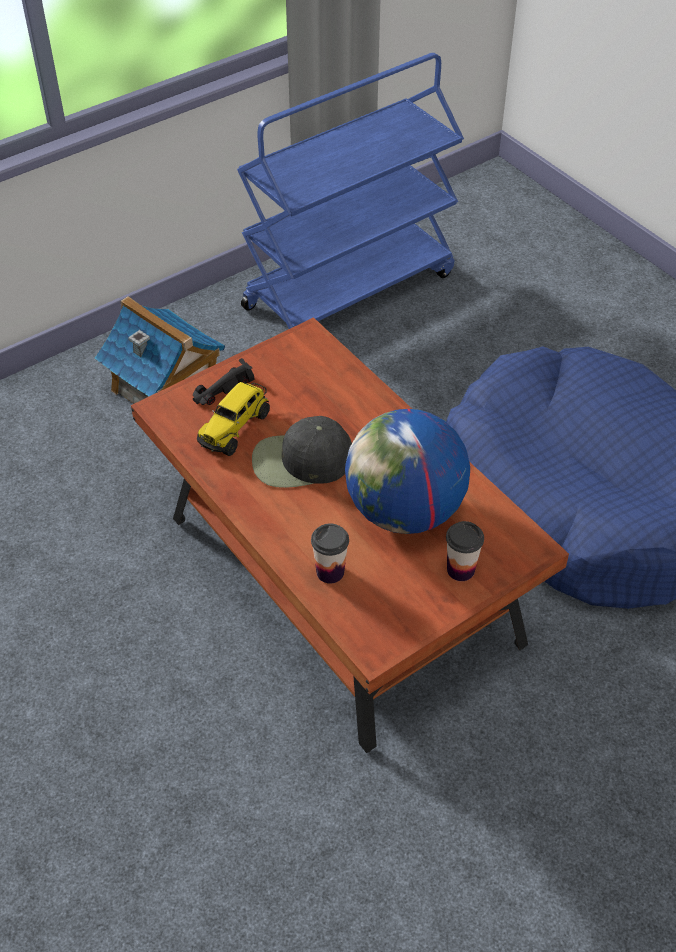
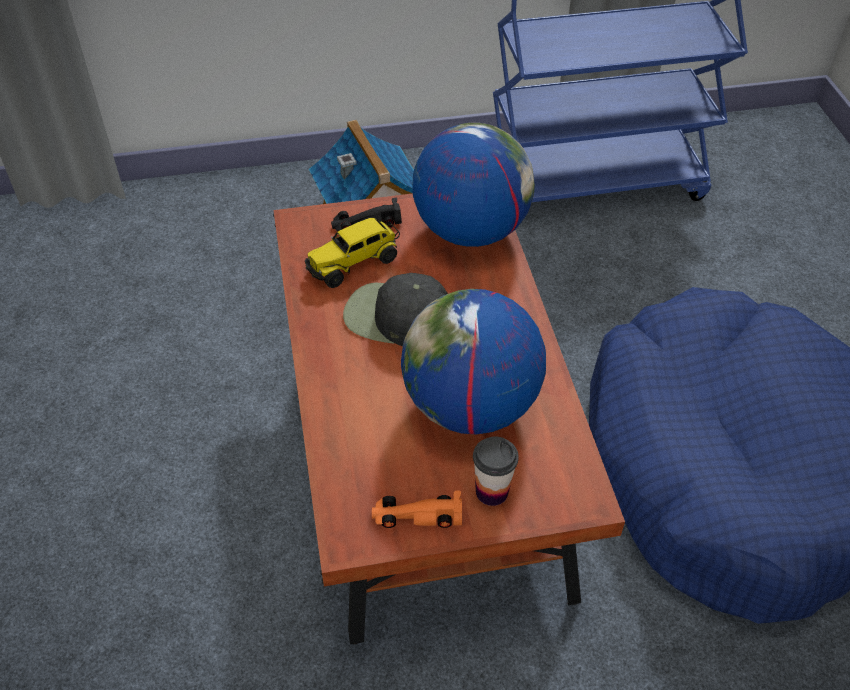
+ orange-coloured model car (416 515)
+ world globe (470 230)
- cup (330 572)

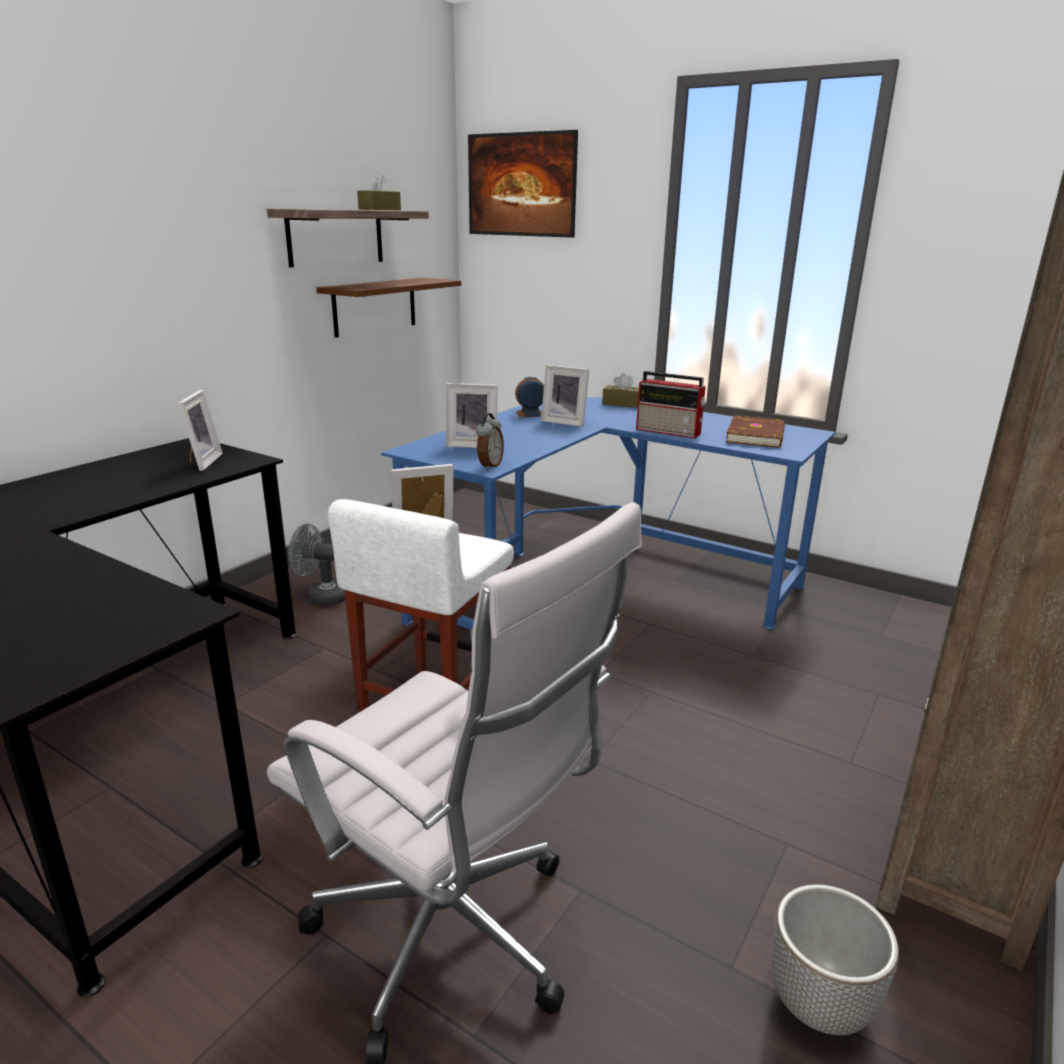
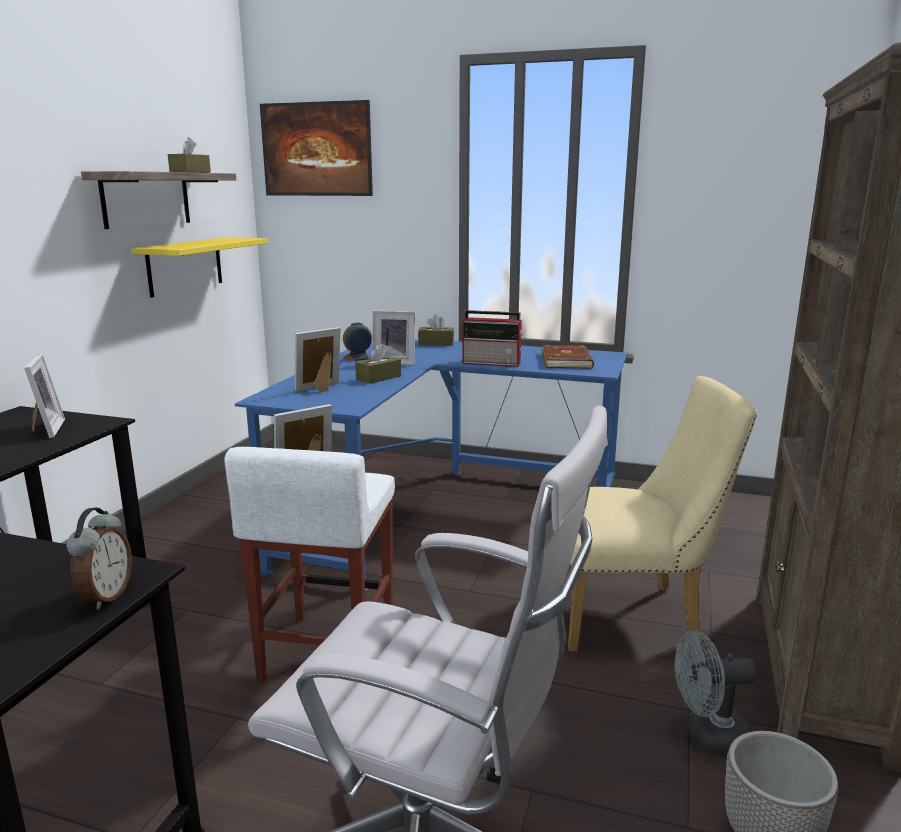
~ alarm clock (489 466) to (105 597)
~ brownish shelf (375 306) to yellow shelf (185 266)
~ photo frame (472 445) = (321 389) 150 degrees clockwise
+ brownish tissue box (378 378)
+ sand-coloured plain chair (634 617)
~ grey cooling fan (321 597) to (708 737)

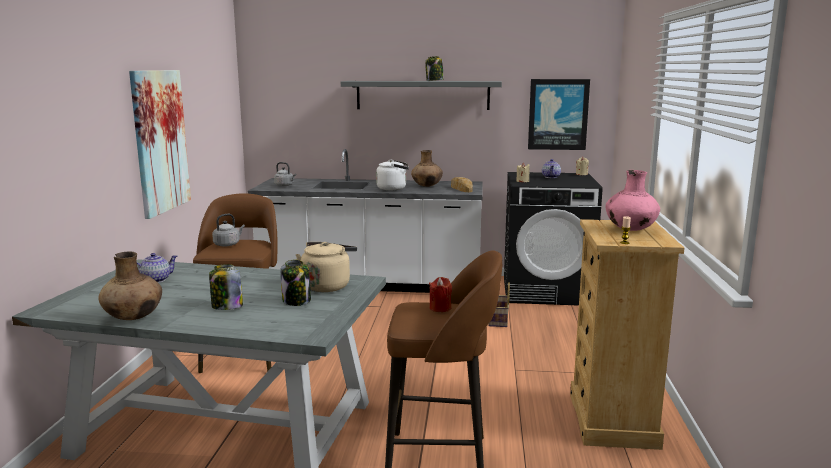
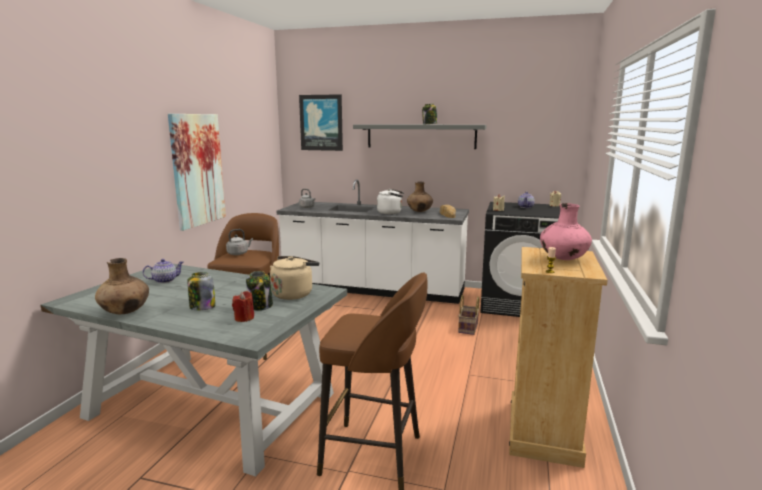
~ red wax candle (440 308) to (244 318)
~ wall art (558 114) to (321 122)

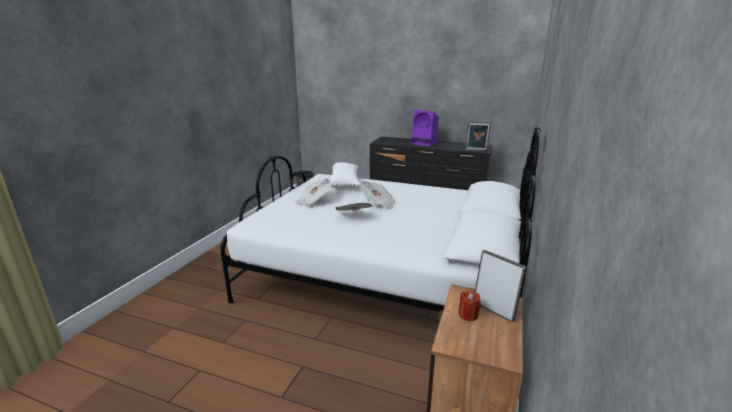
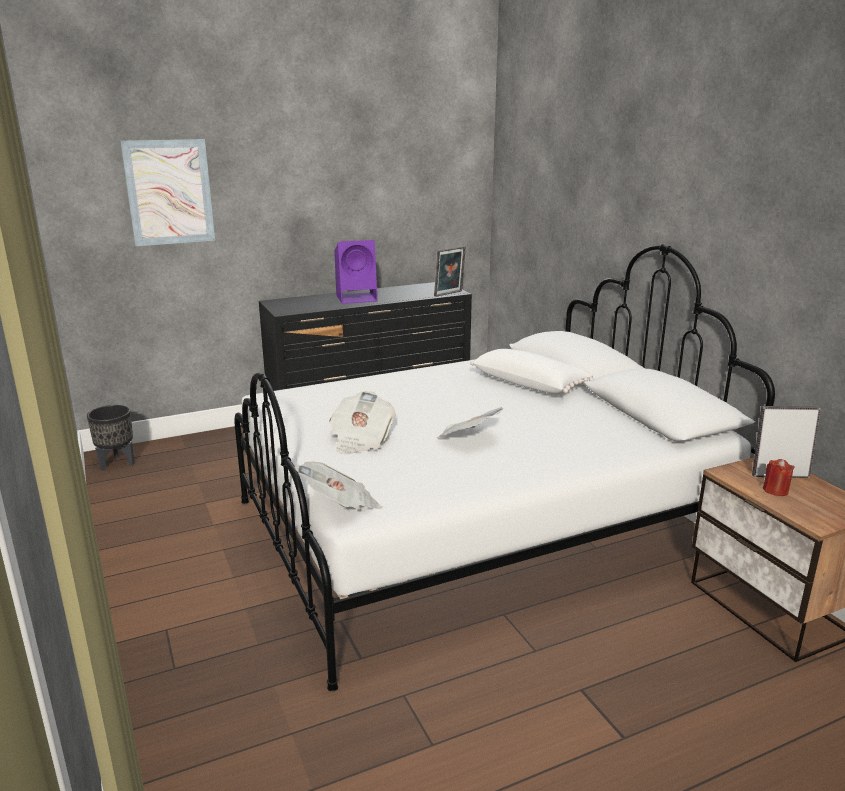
+ wall art (169 192)
~ daily paper (378 204) to (340 506)
~ whitish cushion (345 183) to (530 384)

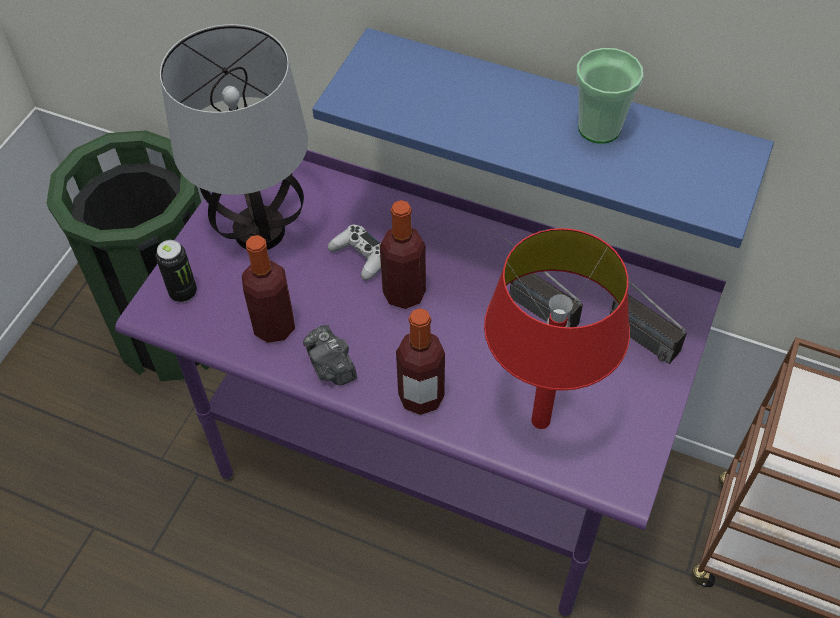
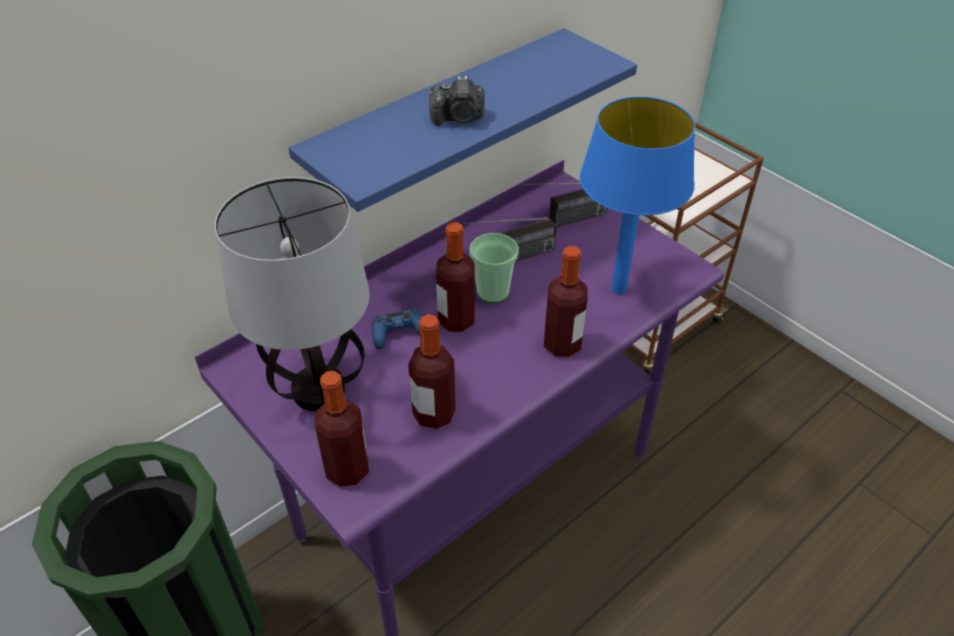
~ metal can (183 292) to drink bottle (347 470)
~ whitish joypad (361 256) to blue-coloured joypad (399 333)
~ photo camera (331 367) to (459 118)
~ cup (599 128) to (493 292)
~ red lamp for a table (541 421) to blue-coloured lamp for a table (619 289)

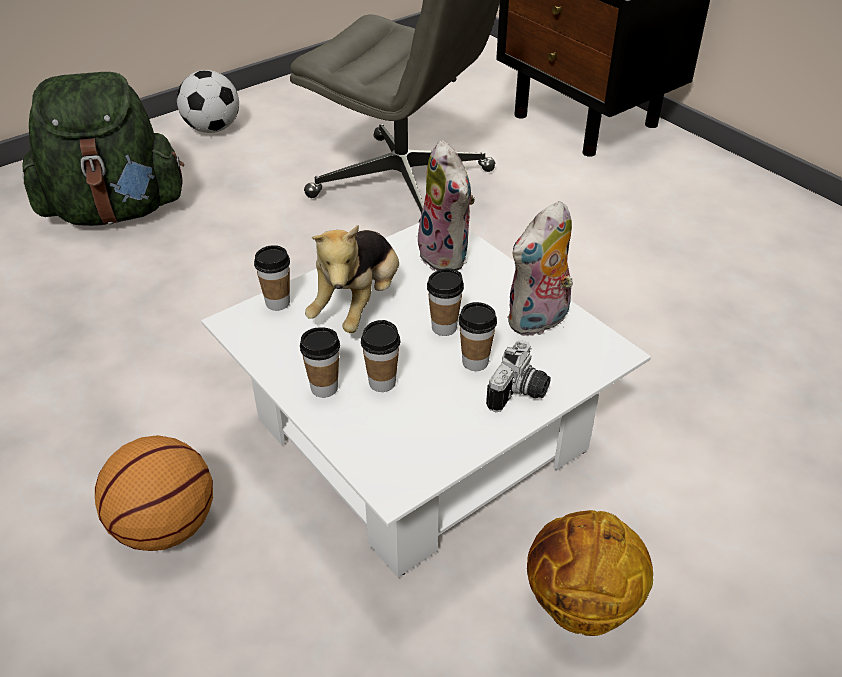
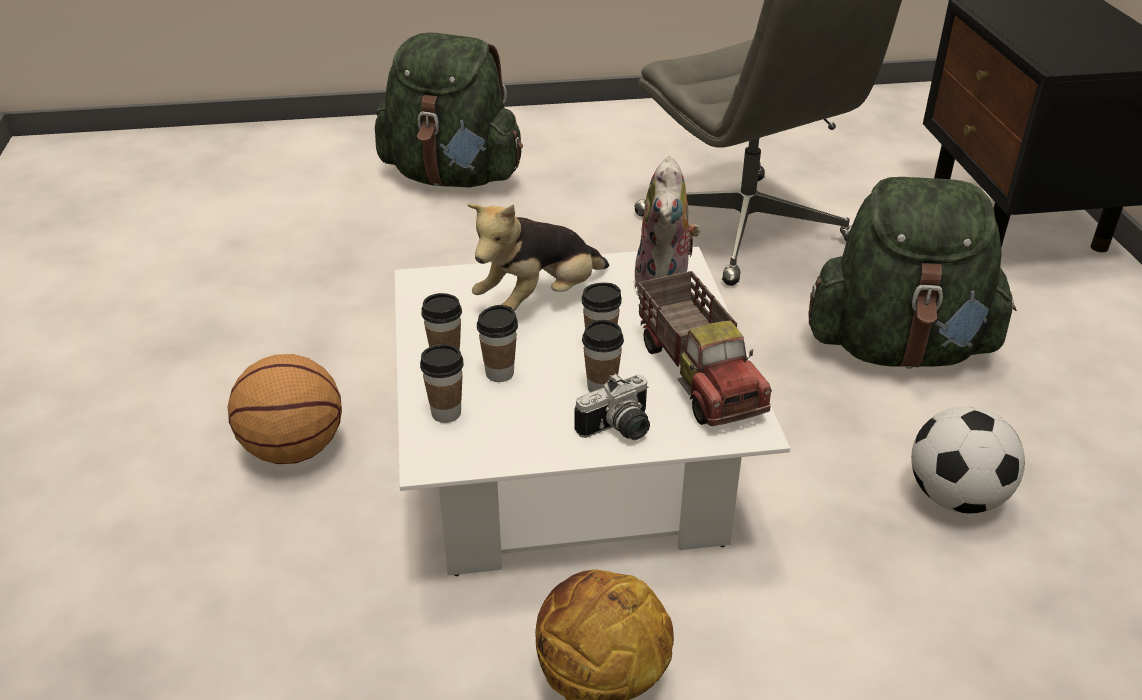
~ cup (277 303) to (446 413)
~ soft toy (538 322) to model truck (699 375)
+ green-coloured knapsack (899 348)
~ ball for football (213 129) to (956 497)

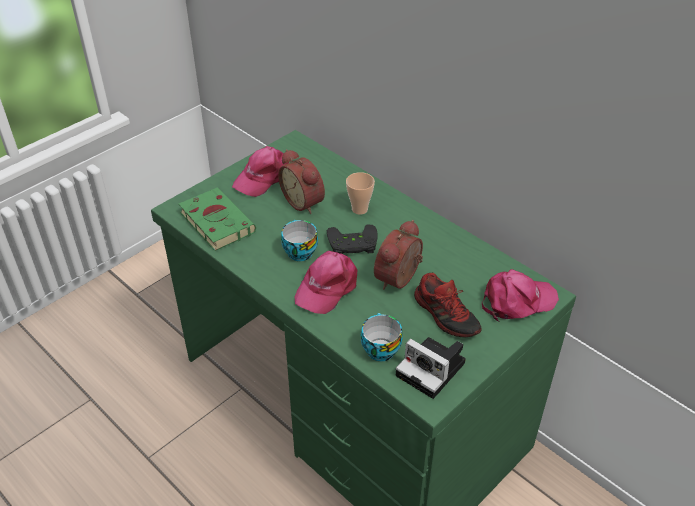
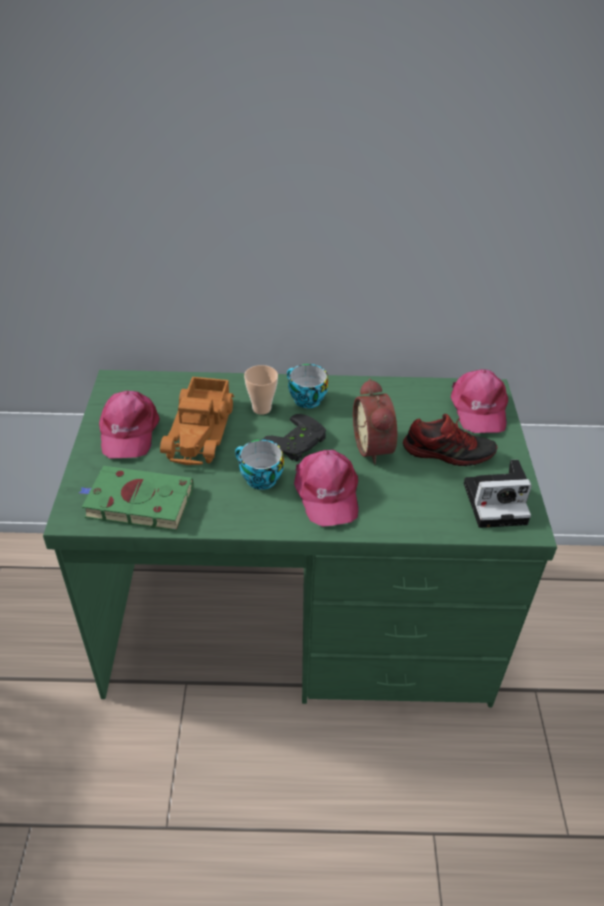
~ alarm clock (304 201) to model truck (202 430)
~ cup (379 348) to (305 399)
~ pinkish cap (517 301) = (478 408) 150 degrees clockwise

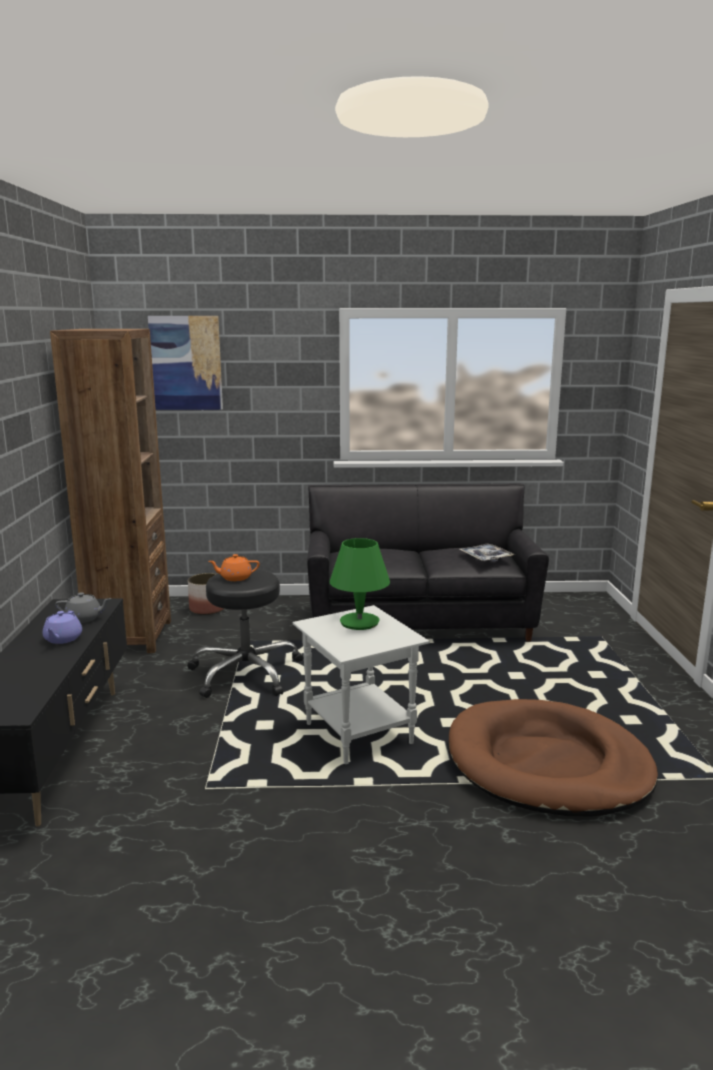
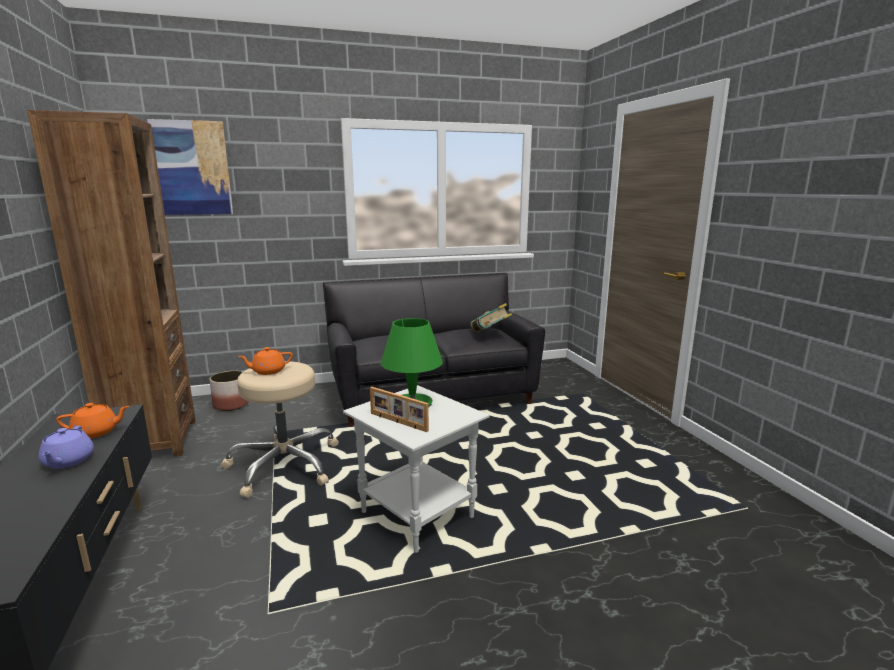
~ grey tea pot (84 618) to orange-coloured tea pot (96 432)
~ black-coloured stool seat (245 673) to sand-coloured stool seat (284 465)
+ photo frame (398 422)
~ carrying tray (486 557) to book (490 335)
- brownish pet bed (547 764)

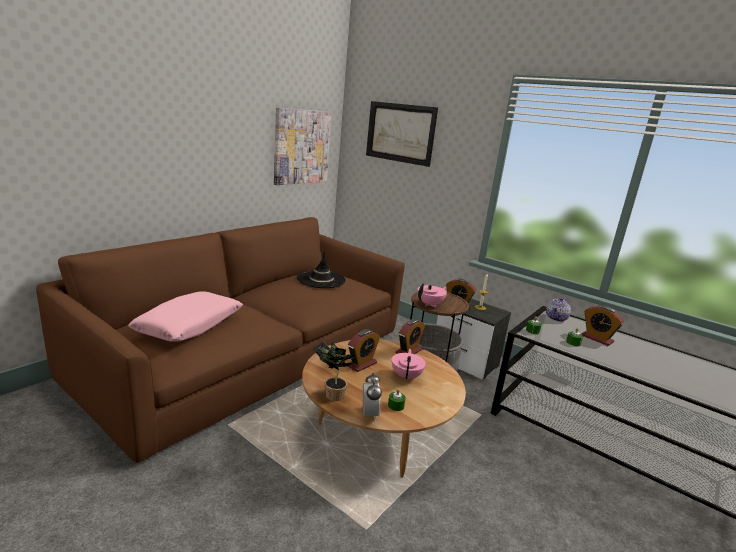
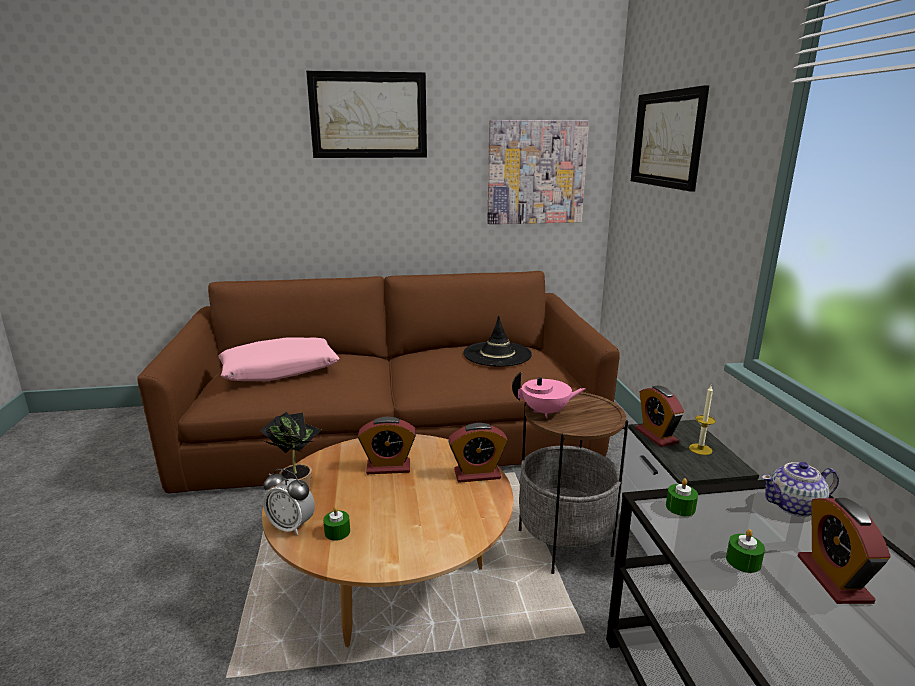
~ alarm clock (369 414) = (291 526) 75 degrees clockwise
+ wall art (368 115)
- pinkish tea pot (406 376)

